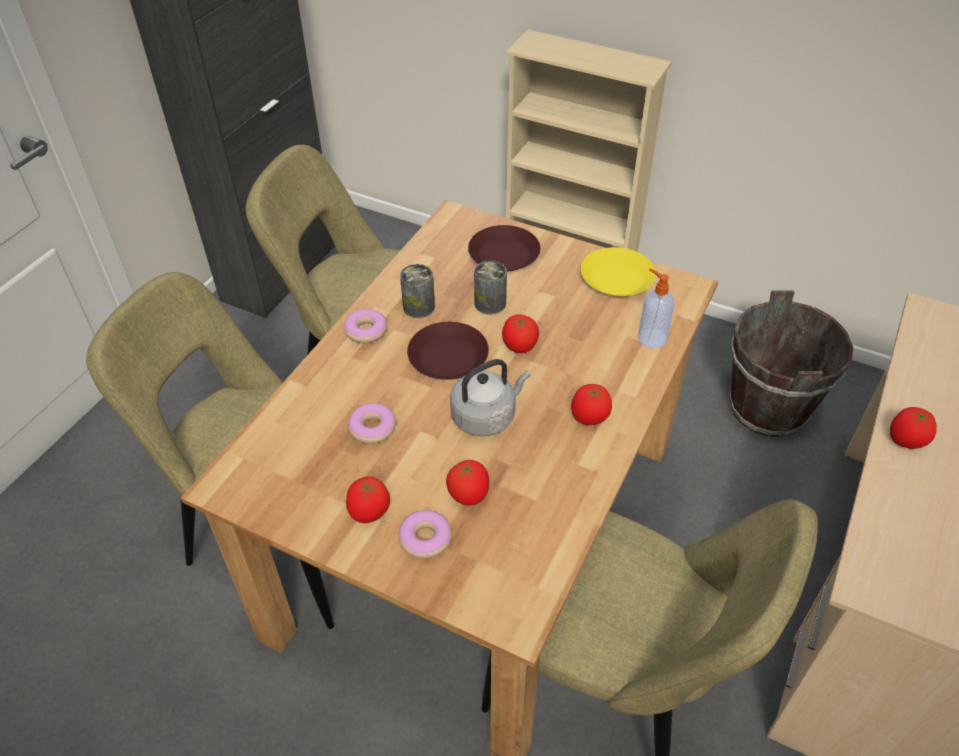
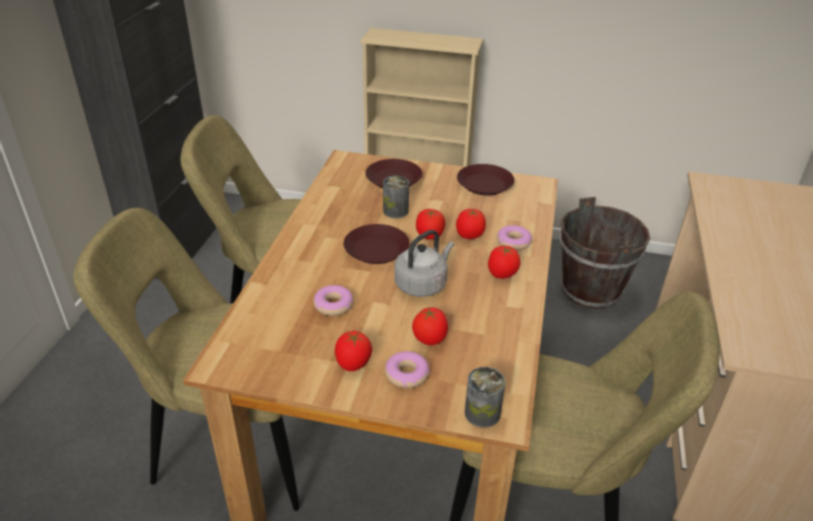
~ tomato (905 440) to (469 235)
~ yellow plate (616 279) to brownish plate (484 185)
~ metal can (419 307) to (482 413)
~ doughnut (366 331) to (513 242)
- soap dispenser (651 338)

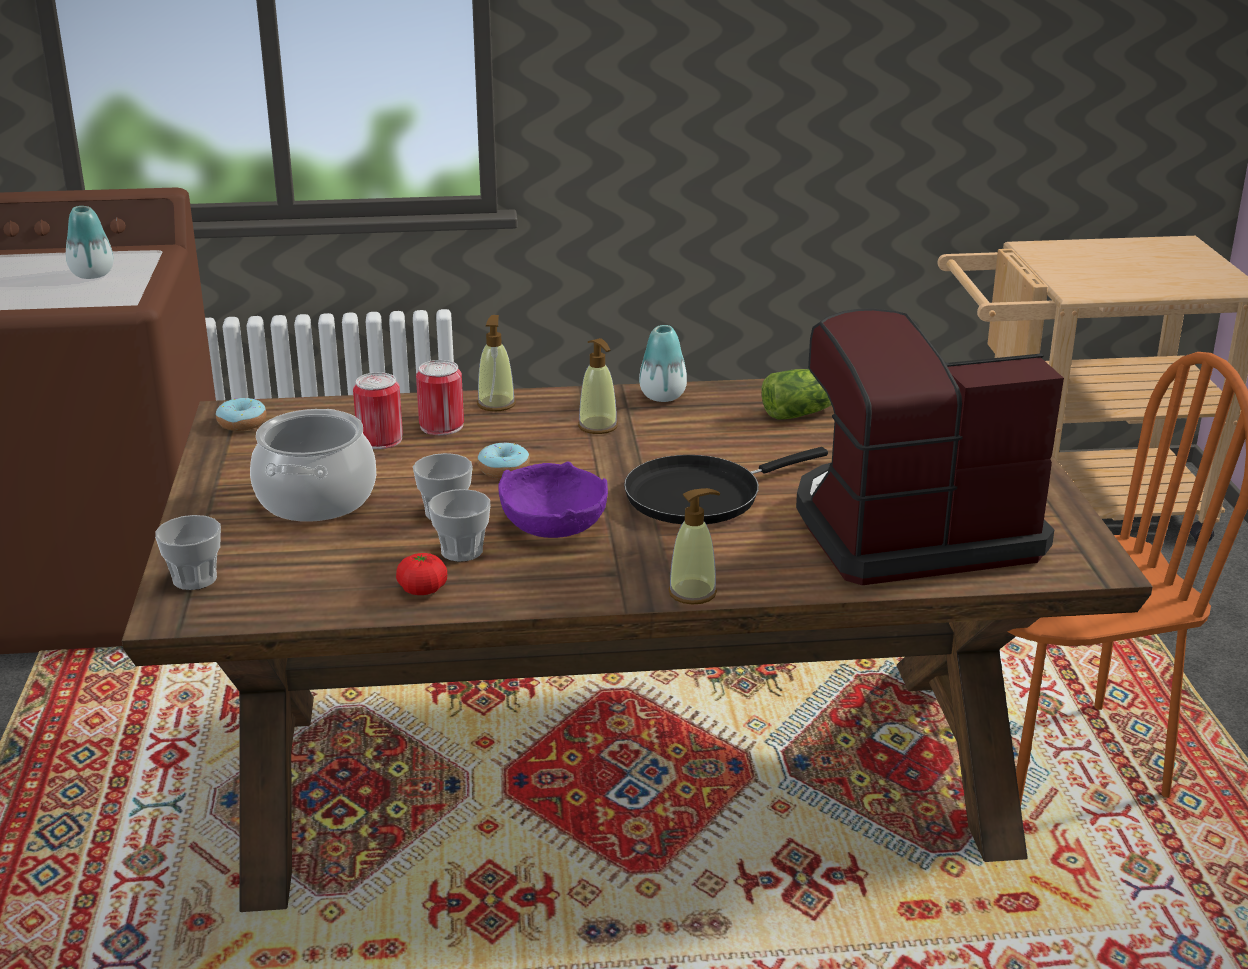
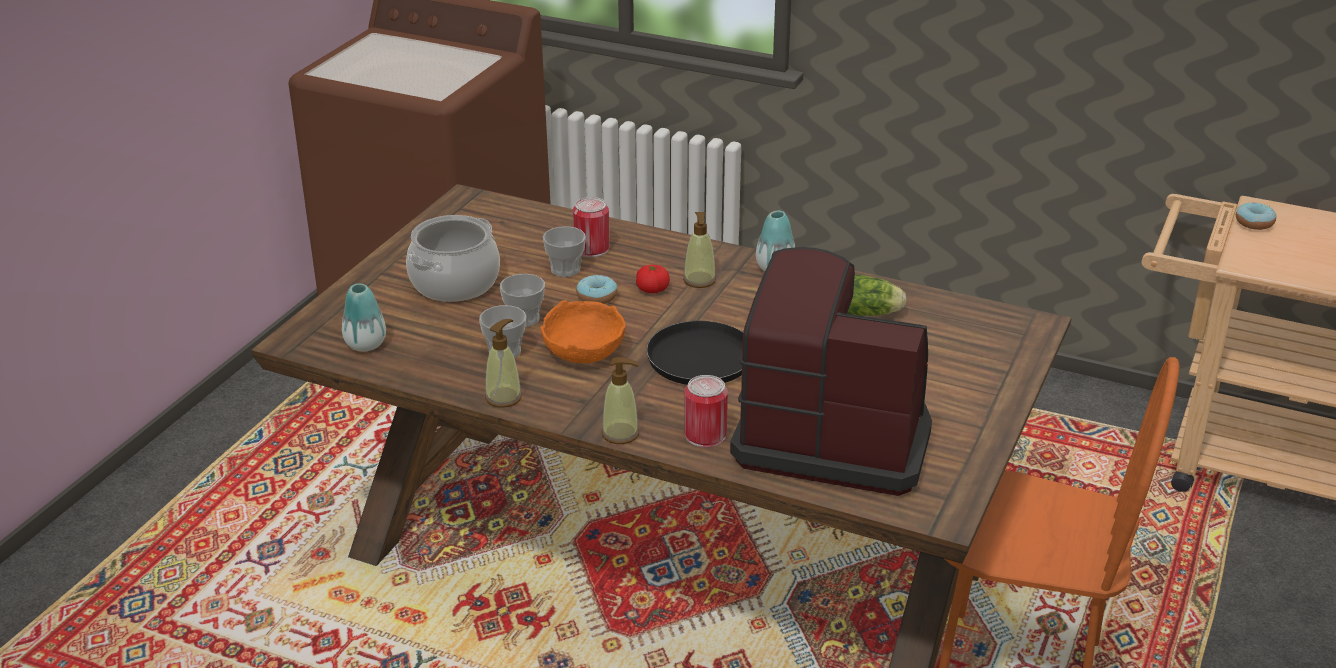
~ decorative vase (92 274) to (365 344)
~ soap dispenser (496 404) to (503 397)
~ purplish bowl (554 526) to orange-coloured bowl (583 352)
~ cup (195 579) to (565 269)
~ tomato (422 590) to (652 289)
~ metal can (380 439) to (705 435)
~ doughnut (242 423) to (1254 223)

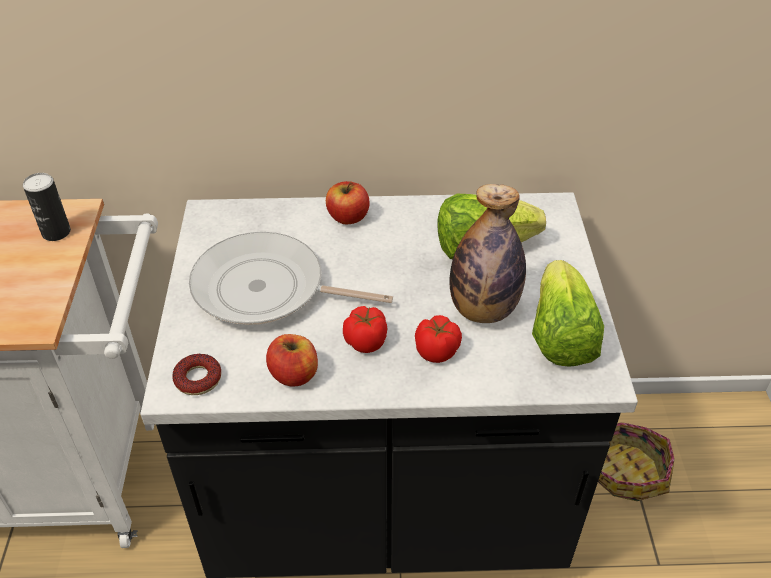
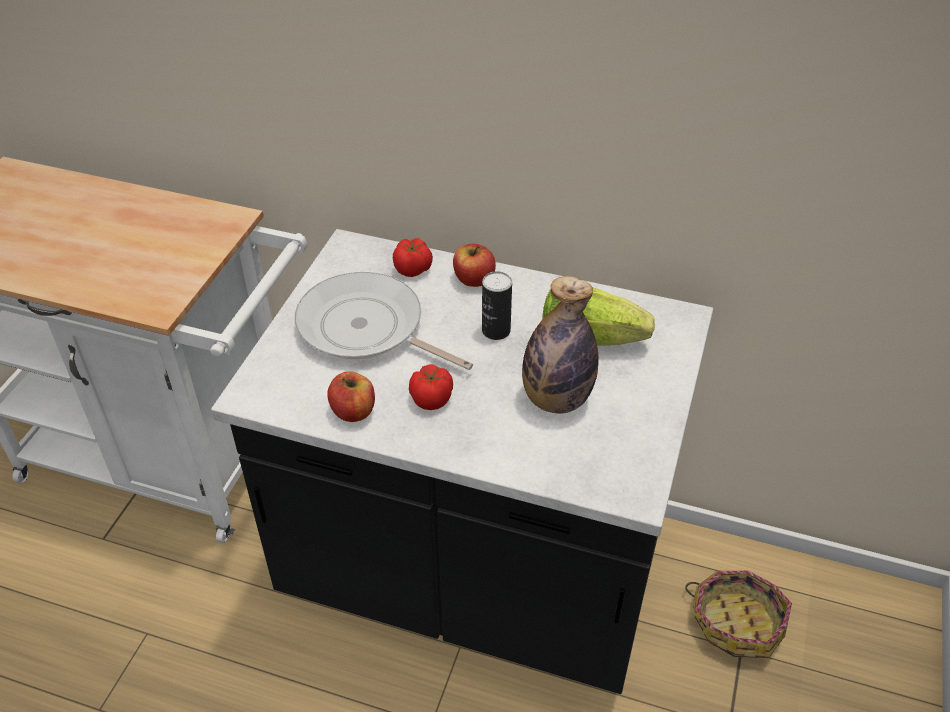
~ tomato (437 351) to (413 269)
~ metal can (56 232) to (496 330)
- doughnut (198 379)
- lettuce head (560 335)

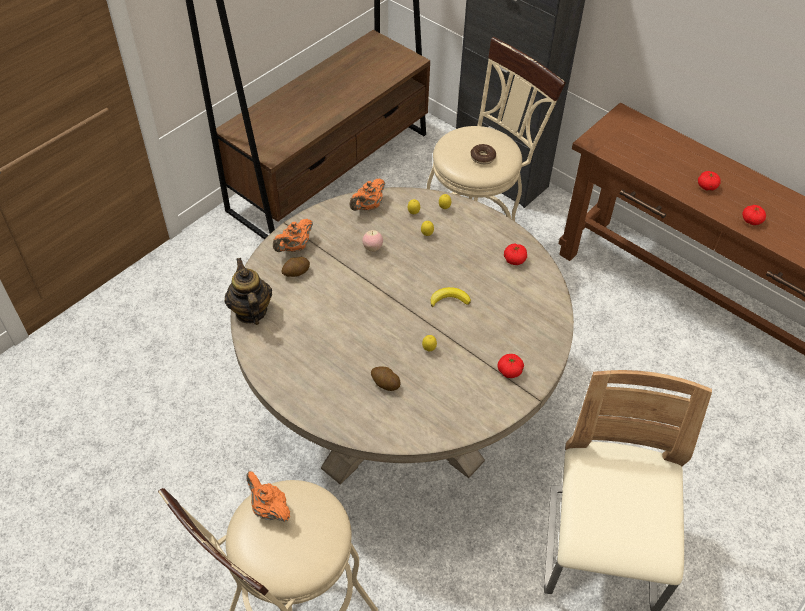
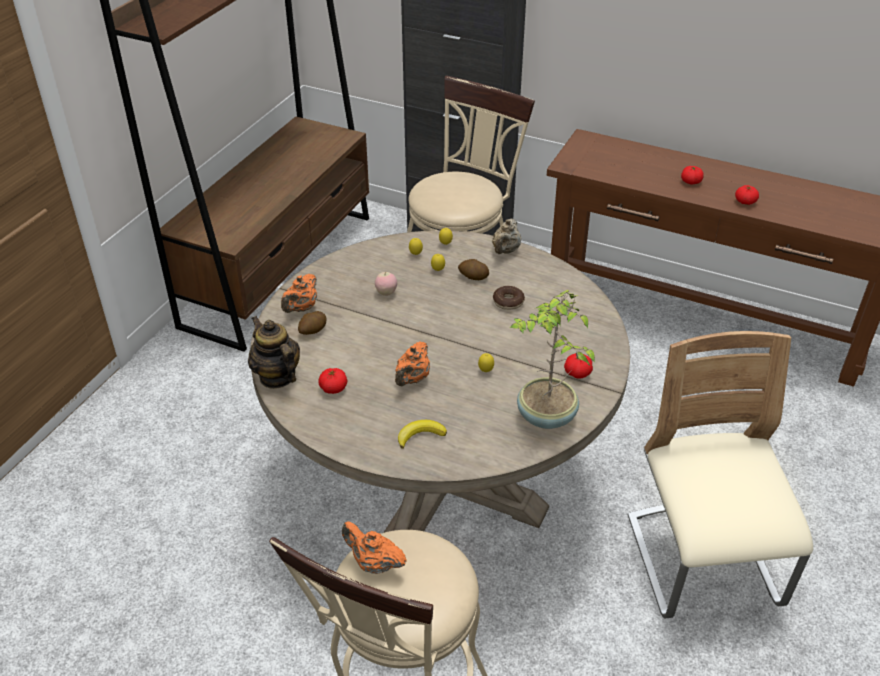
~ tomato (514 260) to (333 388)
~ orange-coloured tea pot (368 206) to (412 379)
~ banana (449 299) to (420 435)
~ spud (385 383) to (473 277)
+ sand-coloured tea pot (505 251)
~ doughnut (482 157) to (508 302)
+ potted plant (545 417)

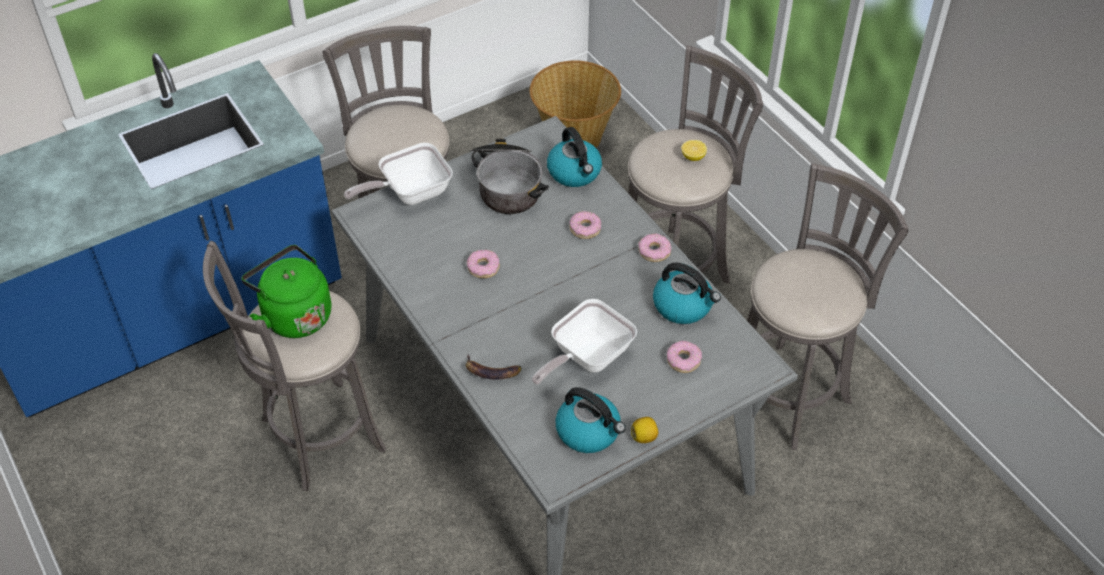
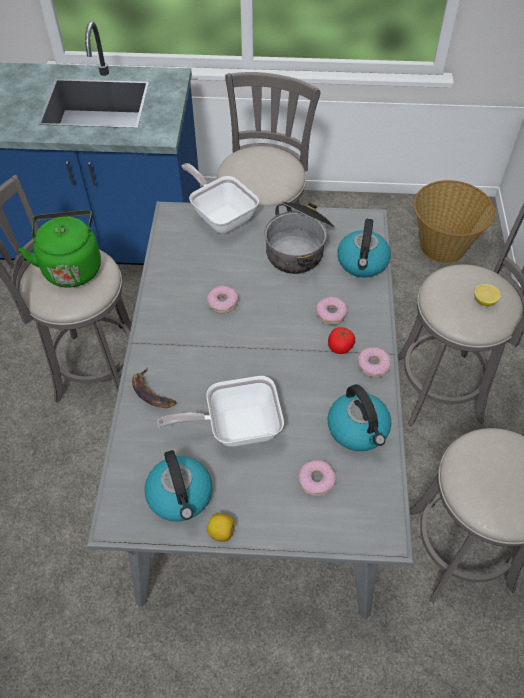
~ skillet (409 193) = (221 216) 45 degrees clockwise
+ tomato (340 347)

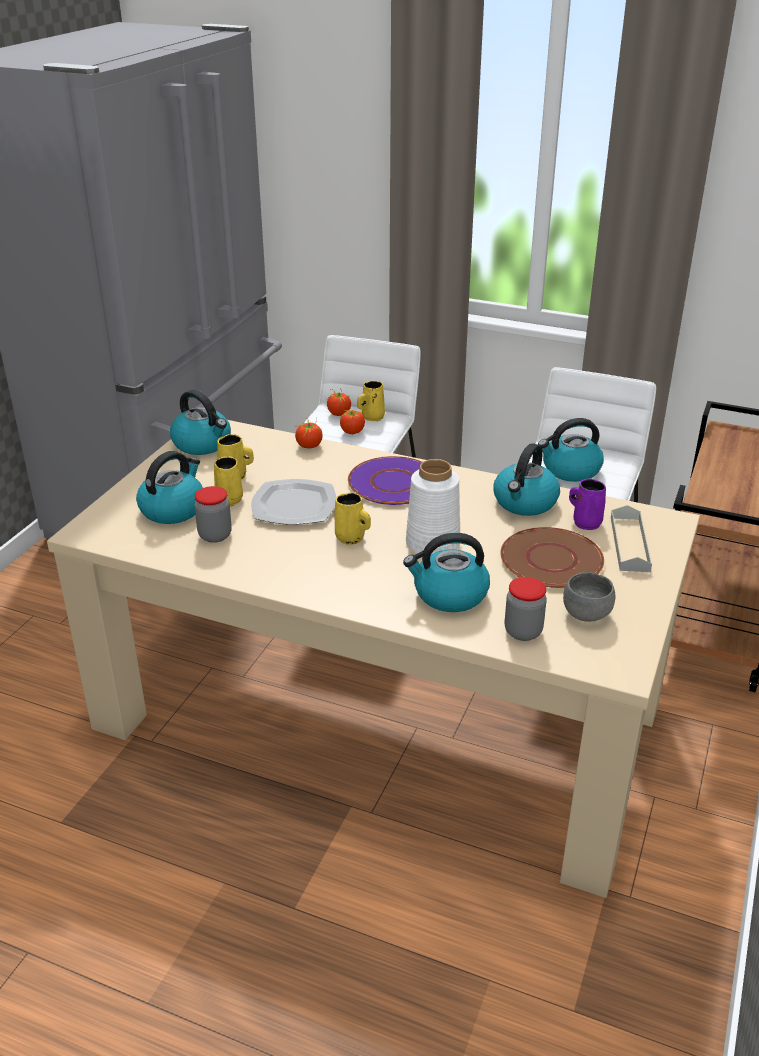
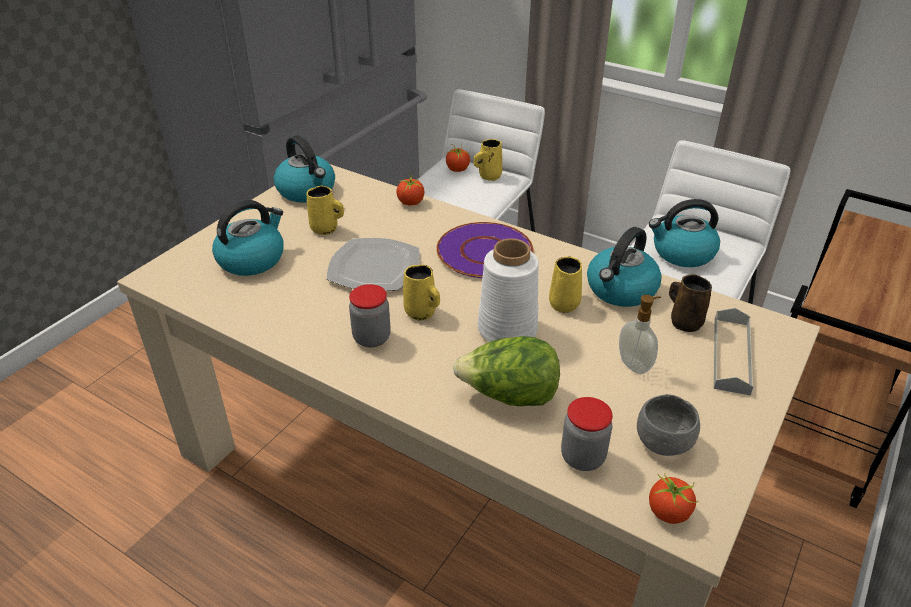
~ storage jar (215 535) to (371 338)
~ tea kettle (449 594) to lettuce head (509 396)
~ yellow coffee mug (230 499) to (565 303)
~ brownish plate (550 559) to soap dispenser (635 364)
~ tomato (352 432) to (669 512)
~ purplish coffee mug (585 522) to brownish coffee mug (684 322)

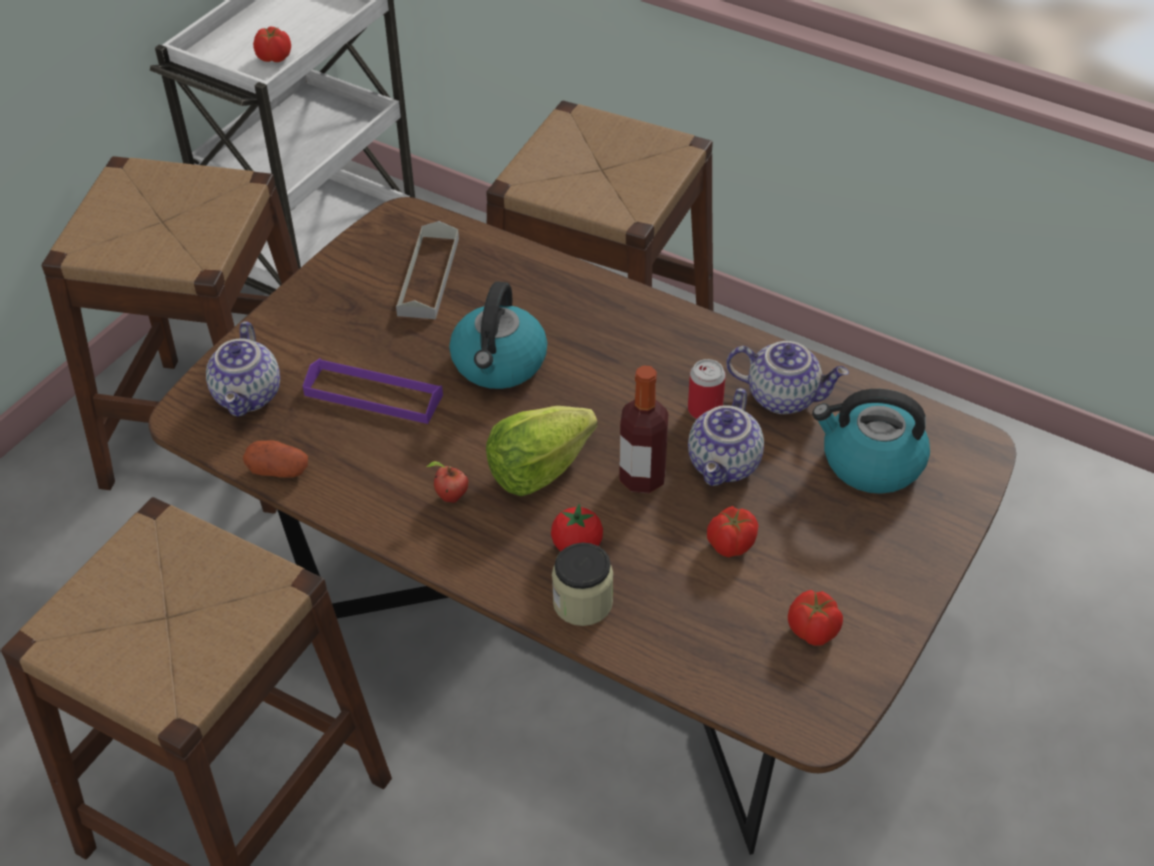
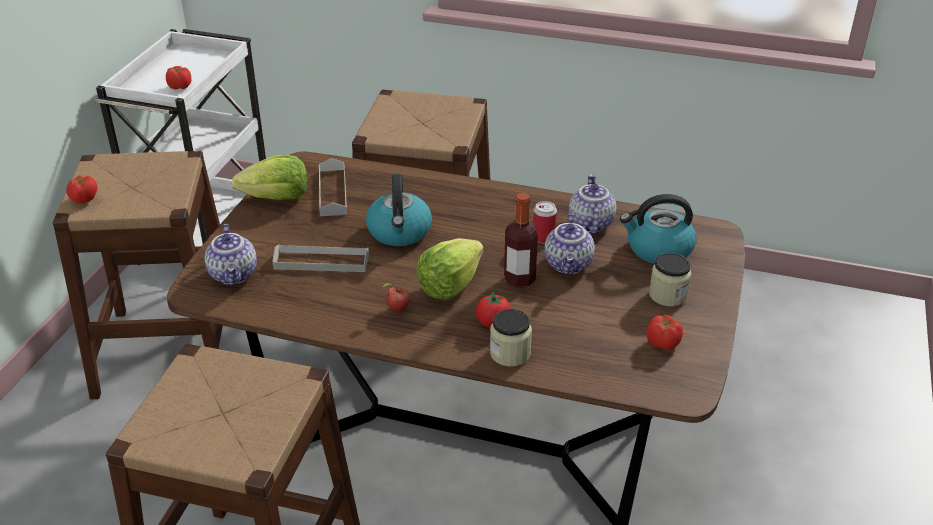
~ tomato (730 544) to (84 199)
+ lettuce head (276 198)
~ purplish carrying tray (373 395) to grey carrying tray (321 261)
~ tea pot (783 396) = (589 223) 90 degrees counterclockwise
+ storage jar (668 295)
- spud (278 470)

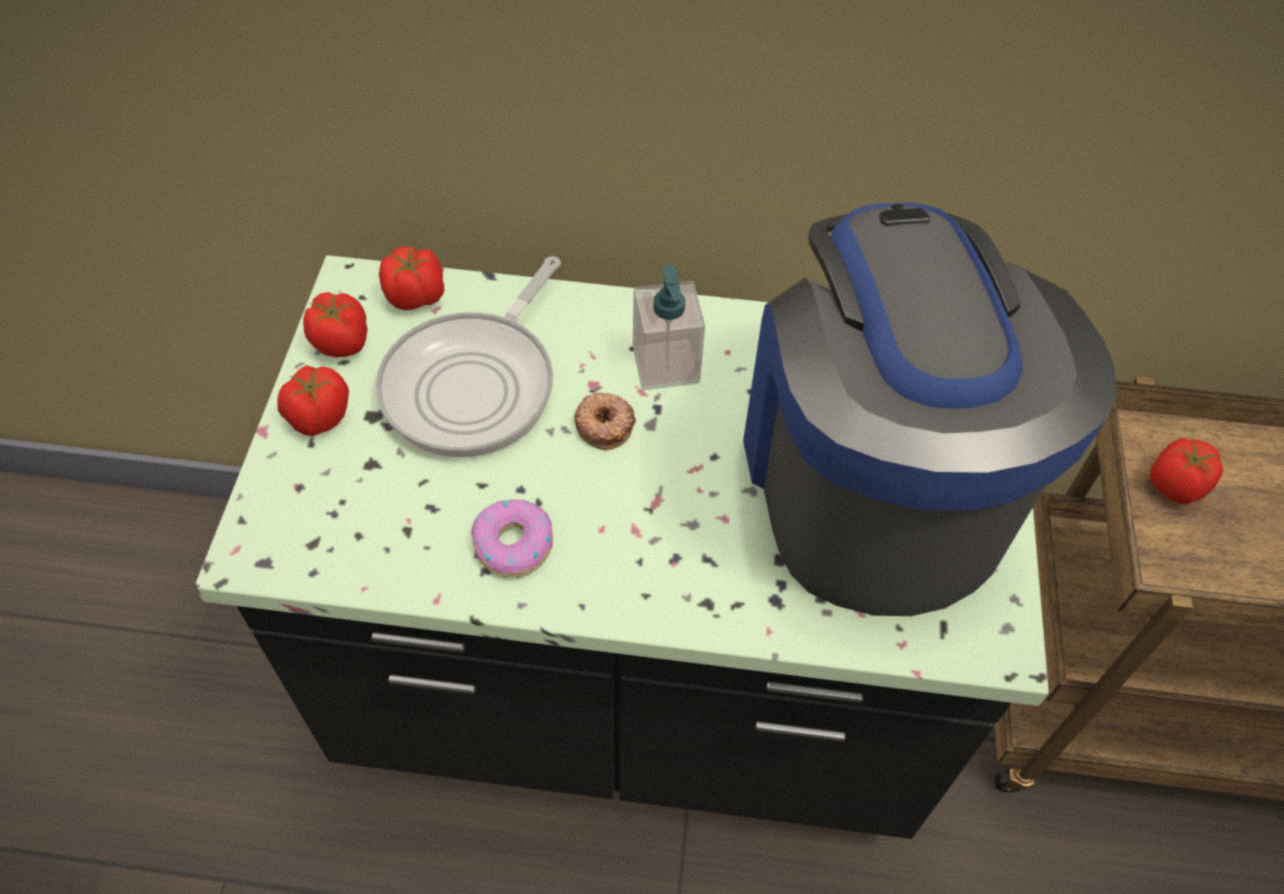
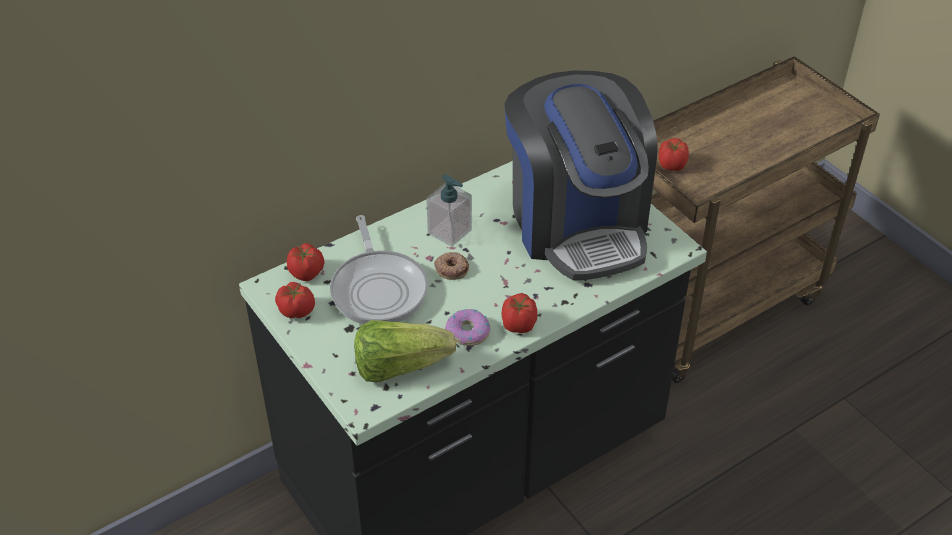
+ lettuce head (399 366)
~ tomato (319 417) to (518 325)
~ coffee maker (872 483) = (577 223) 150 degrees counterclockwise

